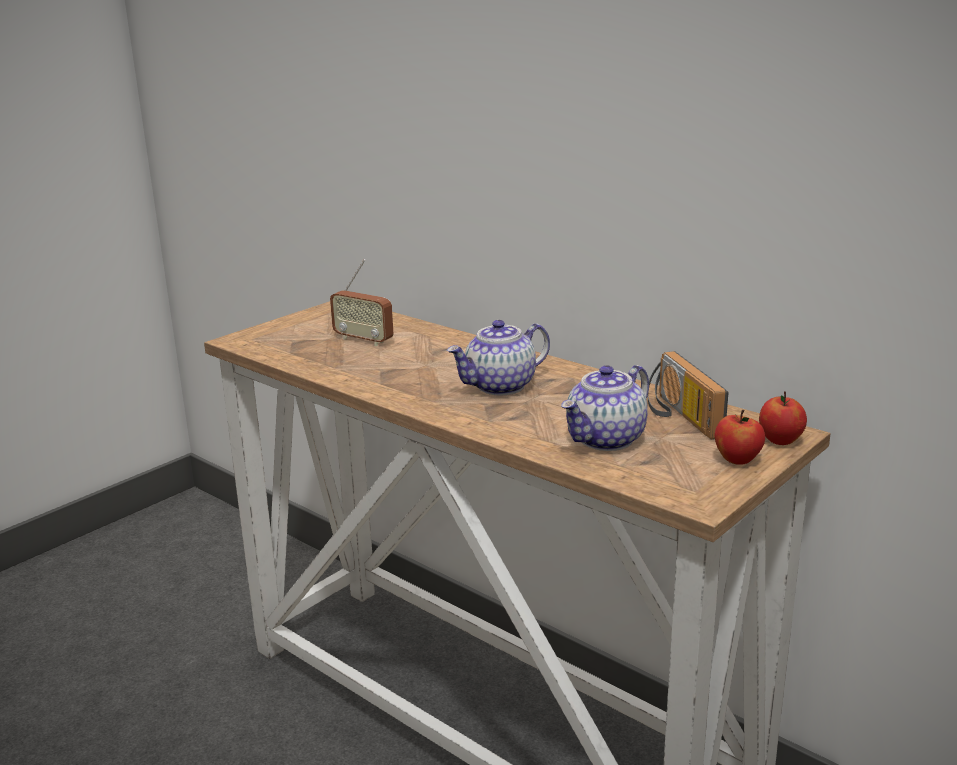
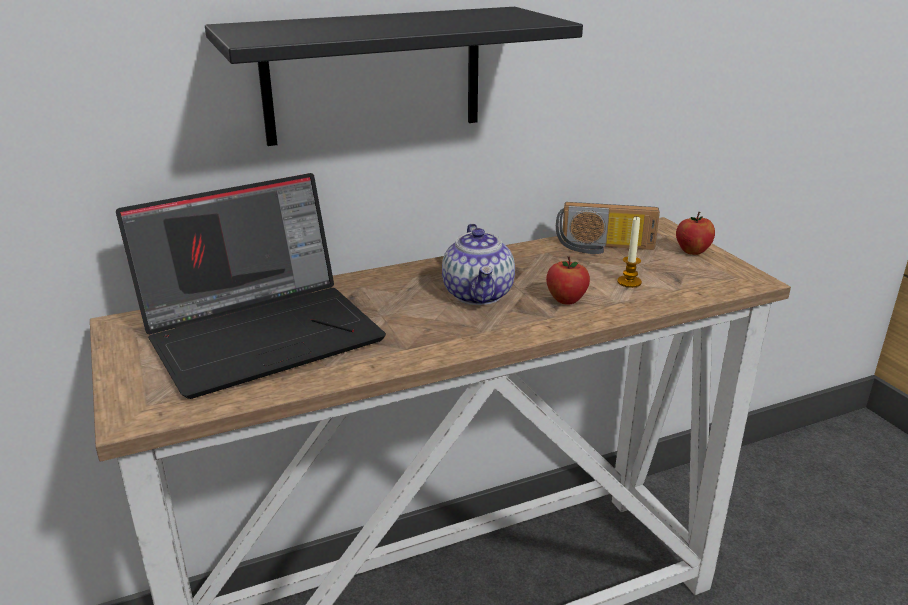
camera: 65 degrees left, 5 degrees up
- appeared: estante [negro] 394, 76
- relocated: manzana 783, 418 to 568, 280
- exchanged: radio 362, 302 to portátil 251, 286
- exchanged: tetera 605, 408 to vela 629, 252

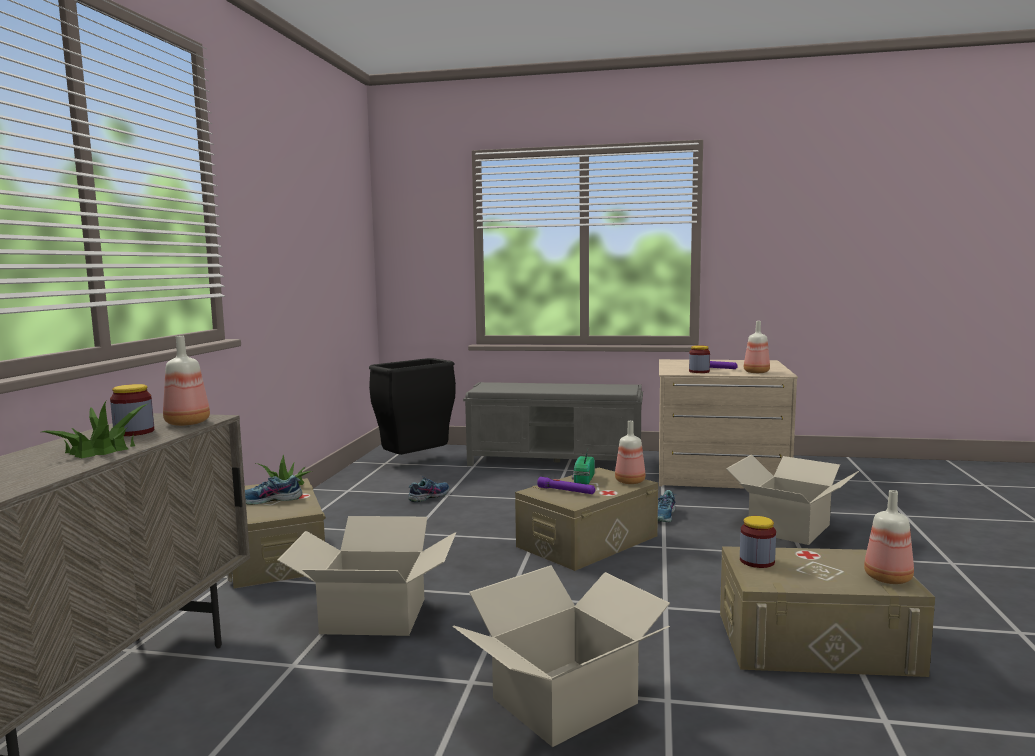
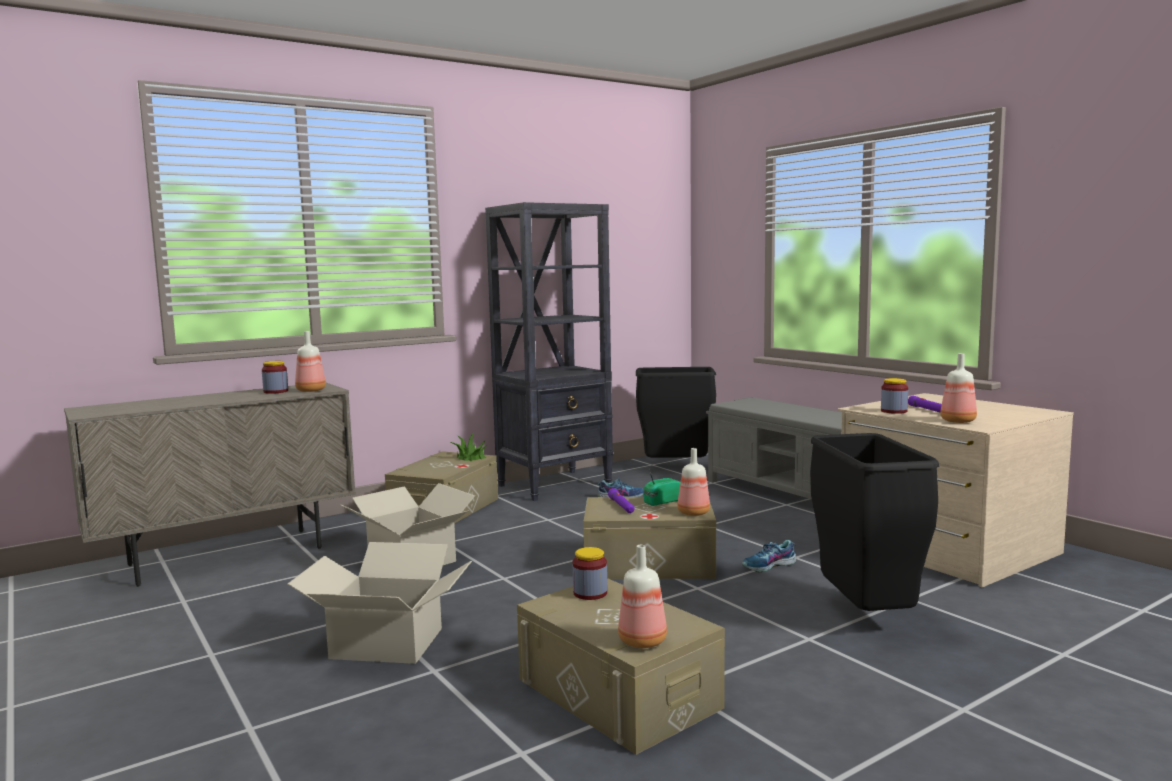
camera: 45 degrees right, 0 degrees up
- missing: planta en maceta 95, 429
- missing: zapato 274, 490
- appeared: estantería [negro] 549, 351
- exchanged: caja de cartón 792, 500 to papelera [negro] 874, 522

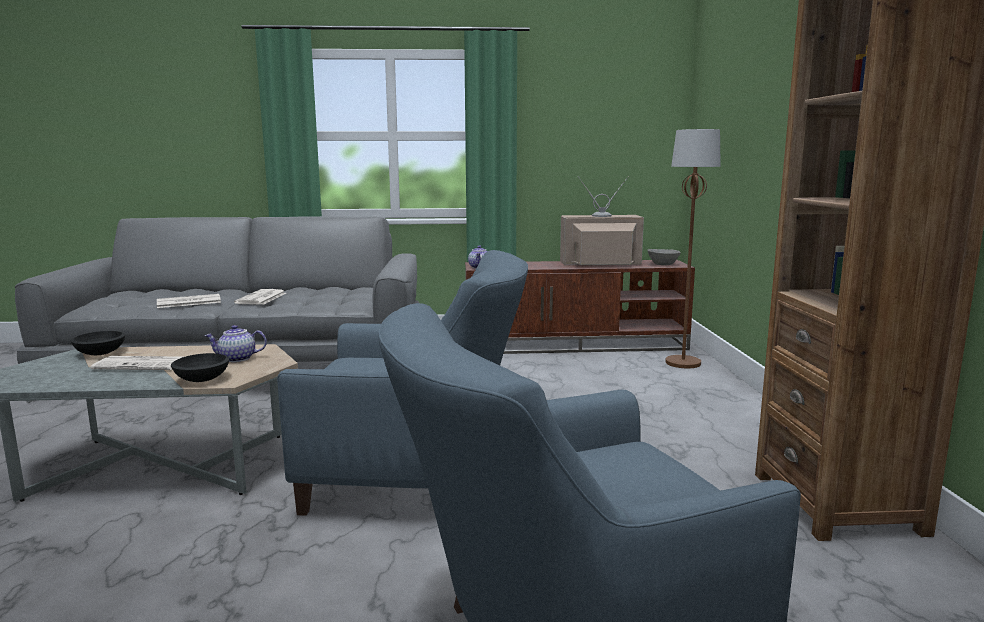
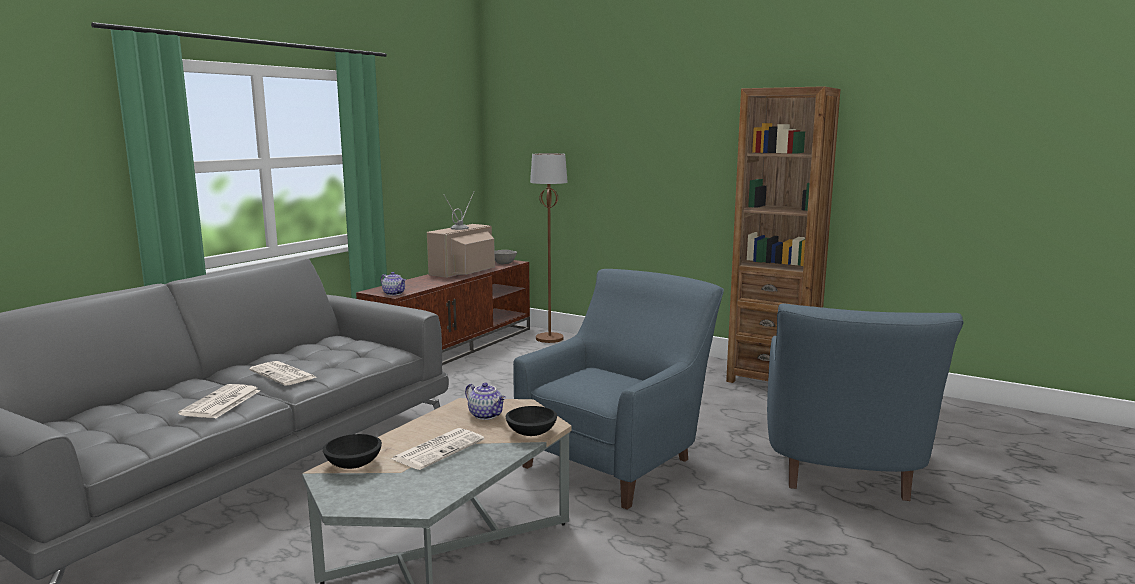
camera: 55 degrees left, 0 degrees up
- spun: tetera 236, 343 = 485, 401 75 degrees counterclockwise

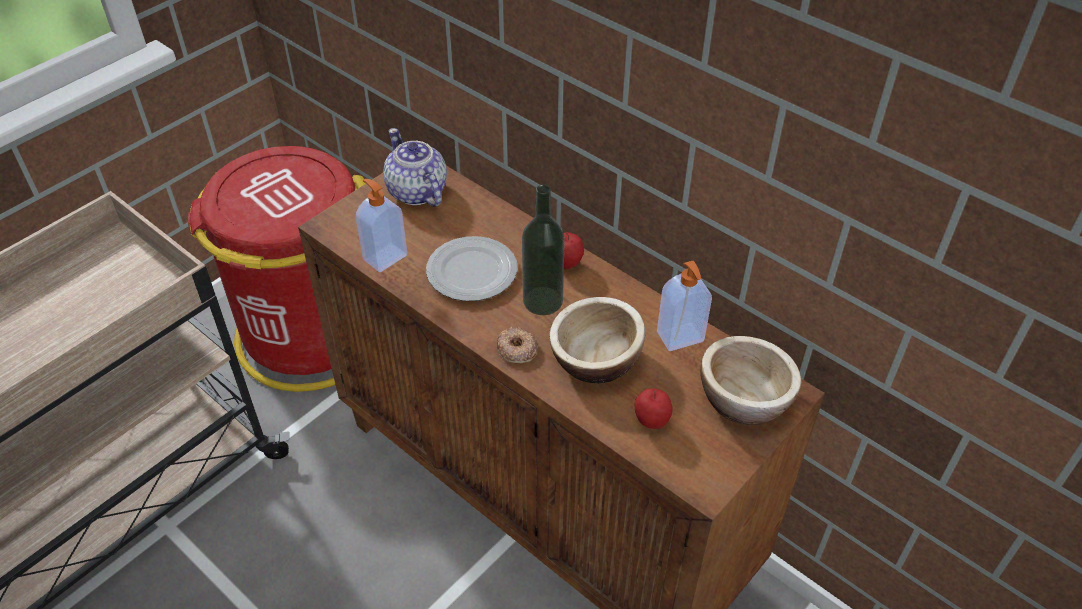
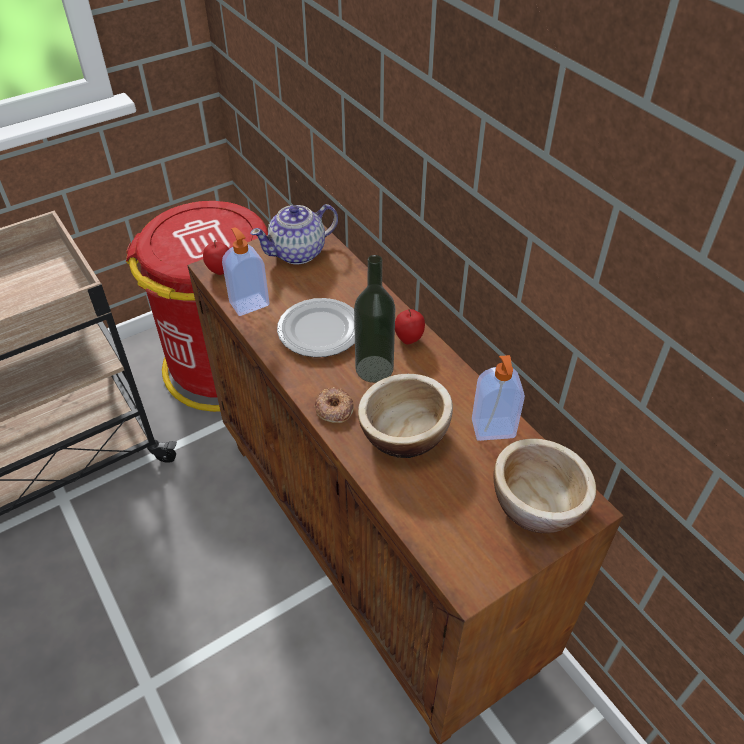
camera: 15 degrees right, 0 degrees up
- relocated: manzana 653, 408 to 216, 257
- spun: tetera 415, 167 = 294, 234 105 degrees counterclockwise

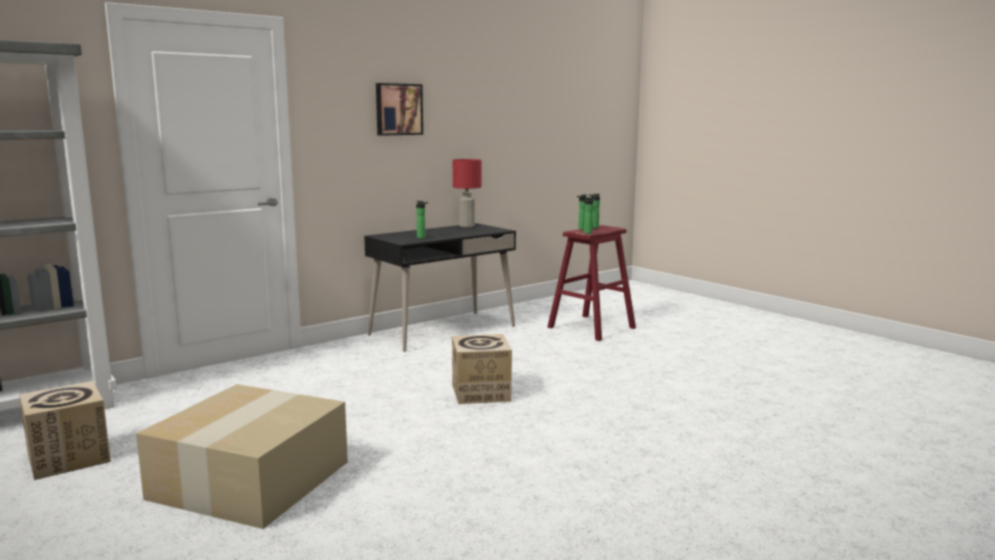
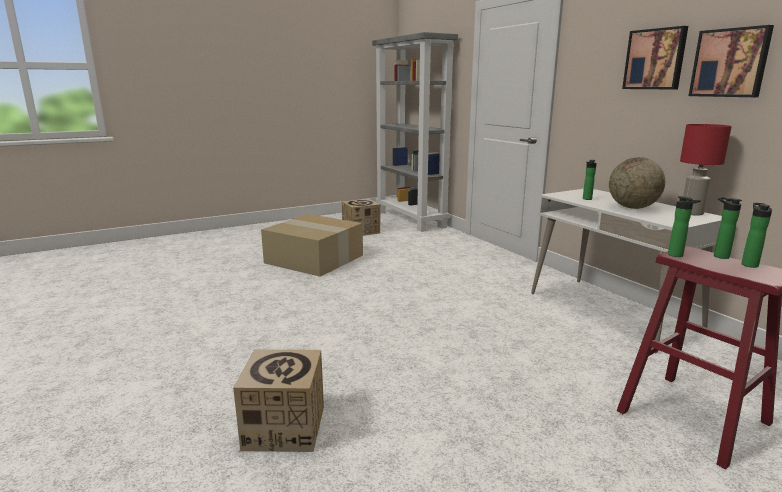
camera: 100 degrees right, 5 degrees up
- appeared: globo terráqueo 637, 183
- appeared: cuadro 731, 61
- relocated: caja de cartón 482, 369 to 278, 400
- colour: escritorio [negro] 440, 287 to escritorio [blanco] 626, 271

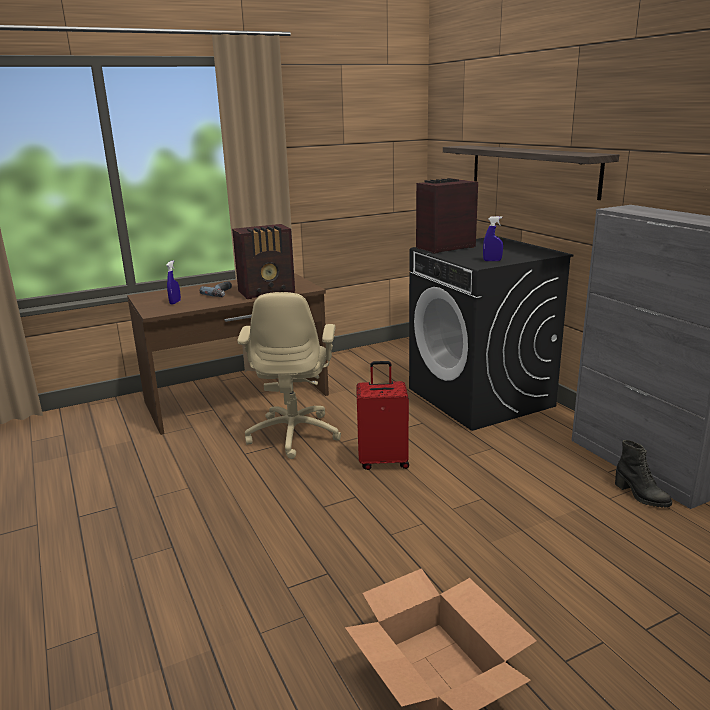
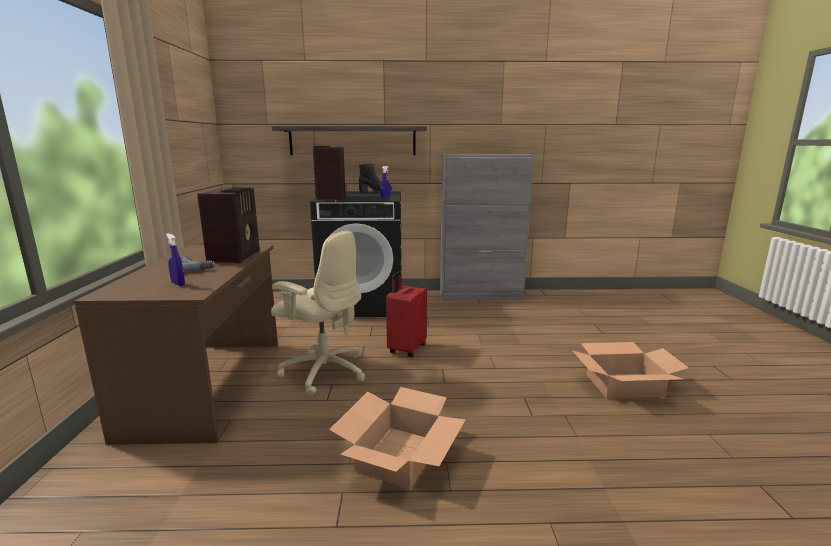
camera: 65 degrees left, 5 degrees down
- appeared: caja de cartón 397, 438
- relocated: bota [negro] 643, 474 to 375, 178

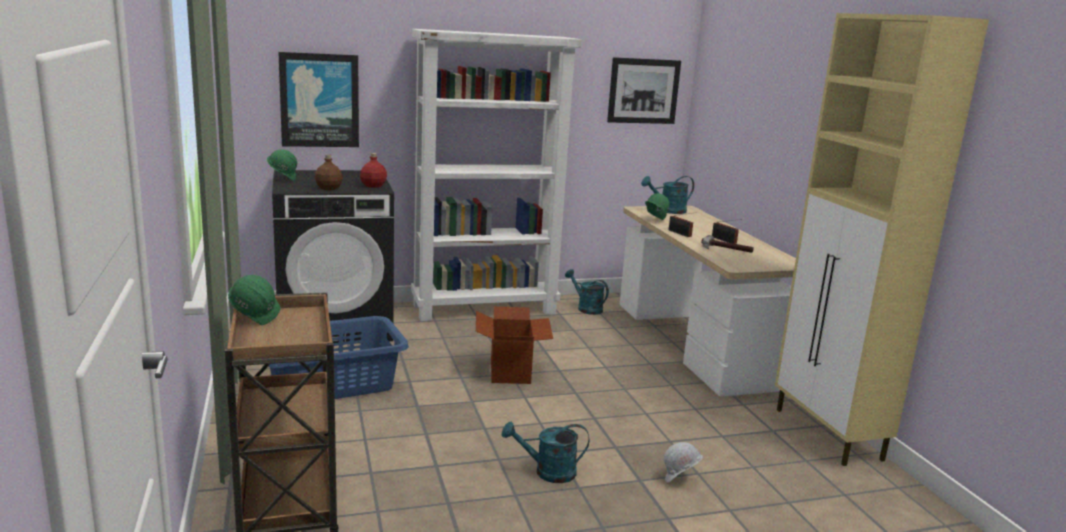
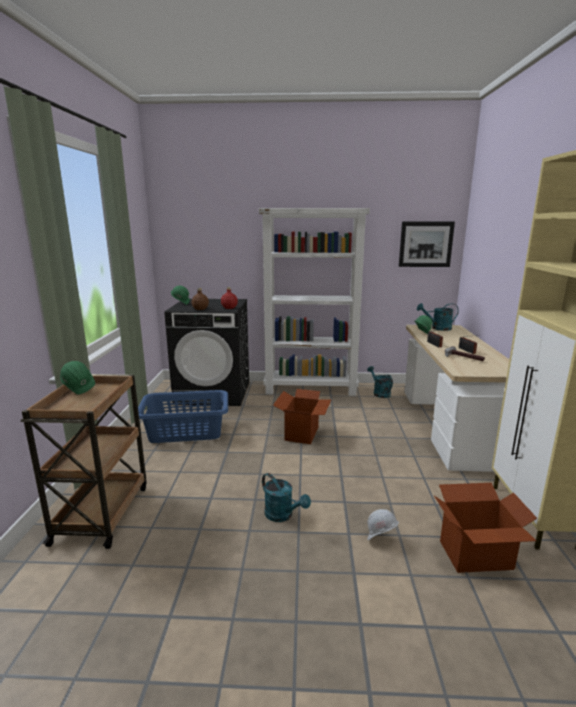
camera: 20 degrees right, 0 degrees up
- missing: cuadro 318, 99
- appeared: caja de cartón 485, 528
- spun: regadera [turquesa] 545, 452 = 286, 497 150 degrees counterclockwise

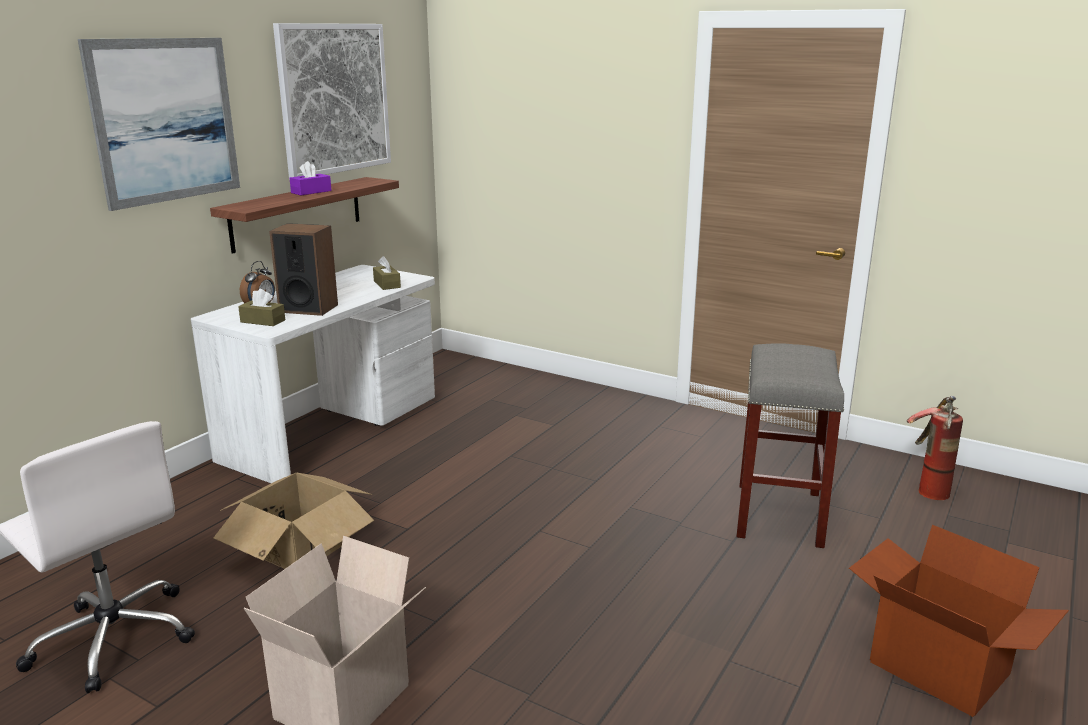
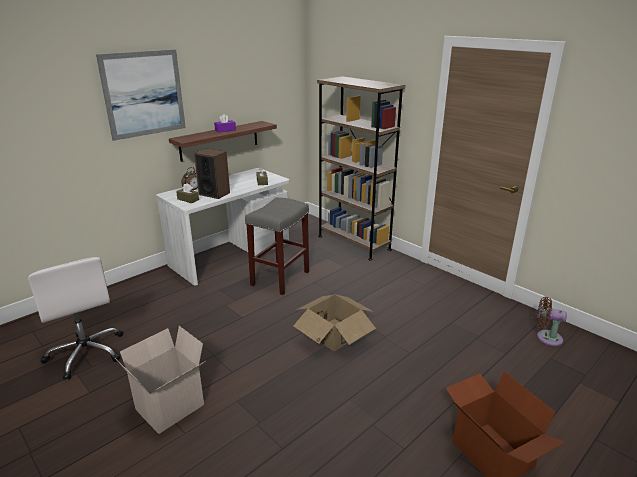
camera: 15 degrees right, 5 degrees up
- missing: cuadro 332, 101
- appeared: estantería [marrón] 361, 168
- relocated: caja de cartón 293, 521 to 334, 322
- relocated: taburete [gris] 790, 445 to 277, 246
- exchanged: extintor 935, 448 to ventilador [marrón] 552, 321

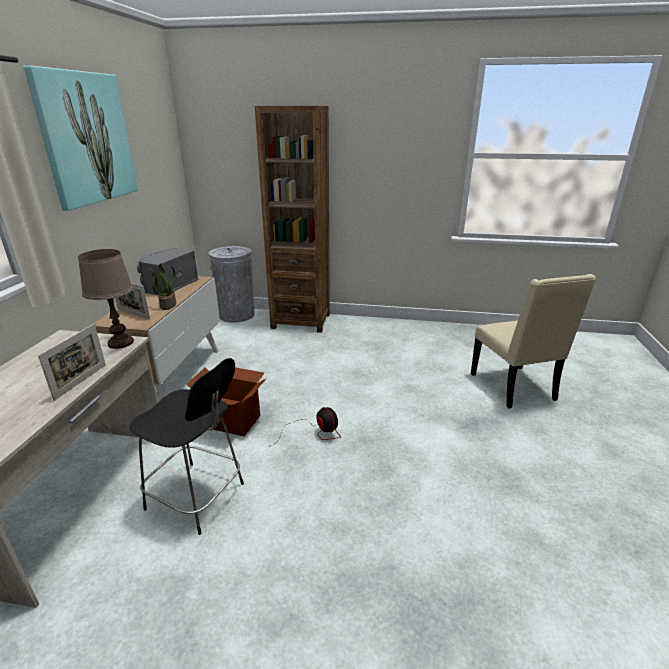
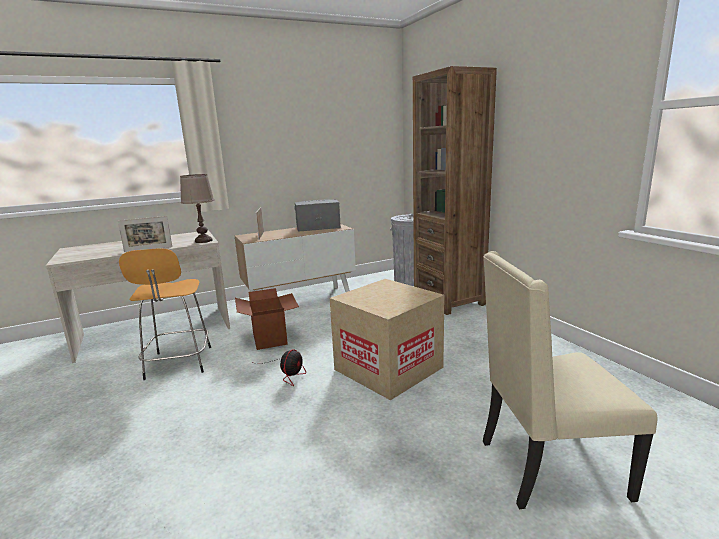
camera: 55 degrees right, 10 degrees down
- missing: cuadro 80, 138
- missing: planta en maceta 162, 286
- appeared: caja de cartón 387, 339
- colour: taburete [negro] 186, 446 to taburete [naranja] 165, 314
- spun: silla [beis] 533, 341 = 570, 380 45 degrees clockwise

